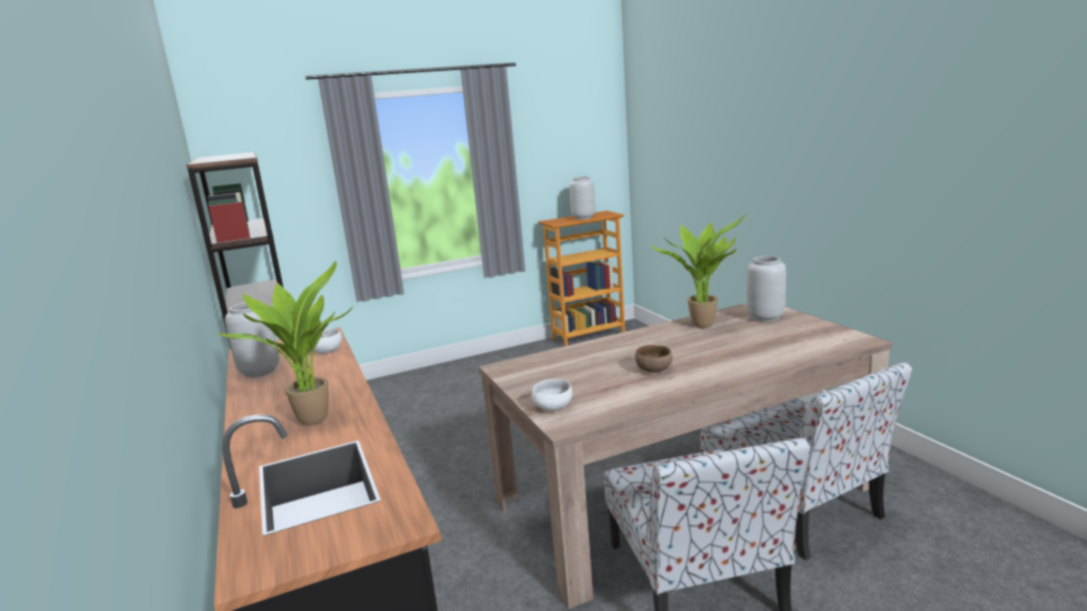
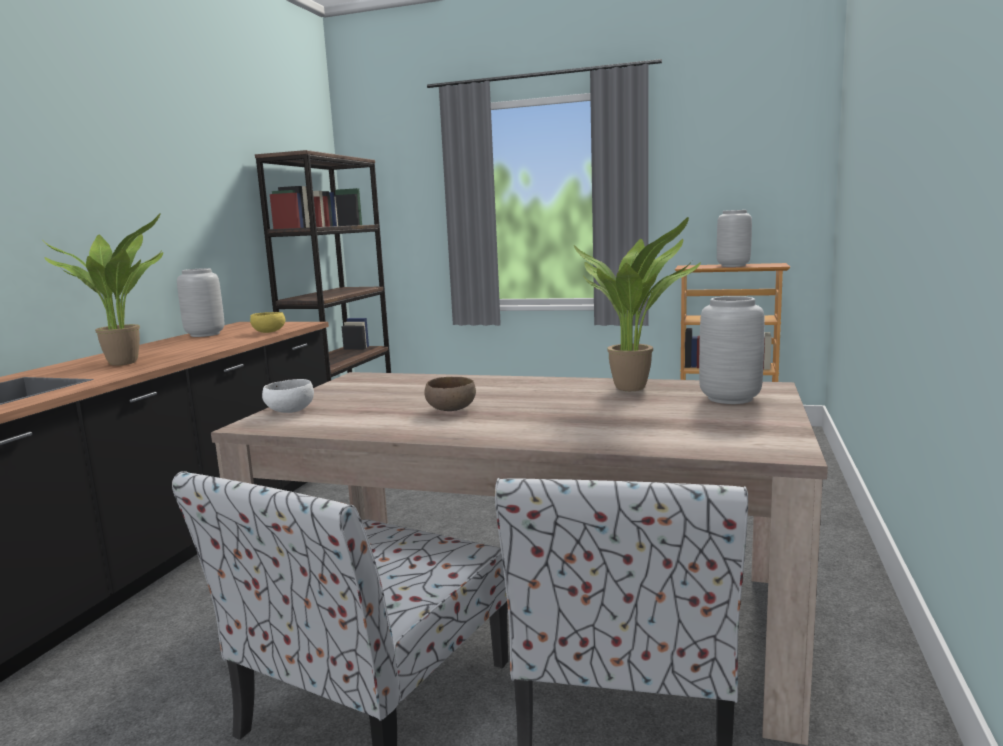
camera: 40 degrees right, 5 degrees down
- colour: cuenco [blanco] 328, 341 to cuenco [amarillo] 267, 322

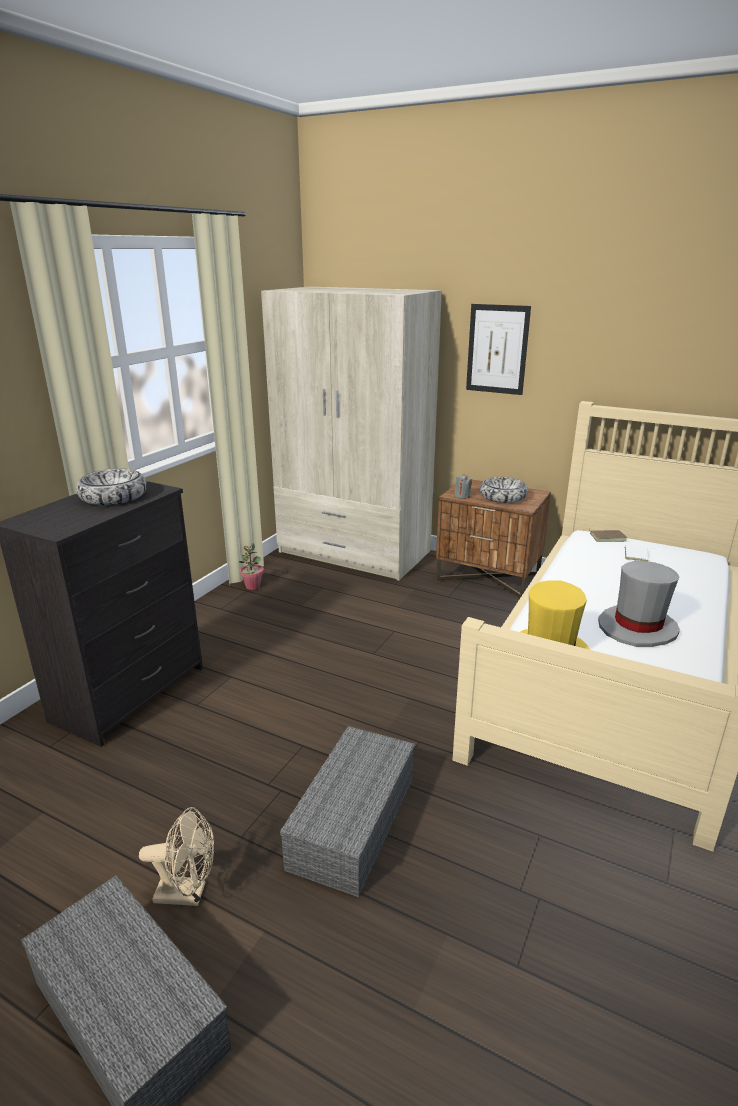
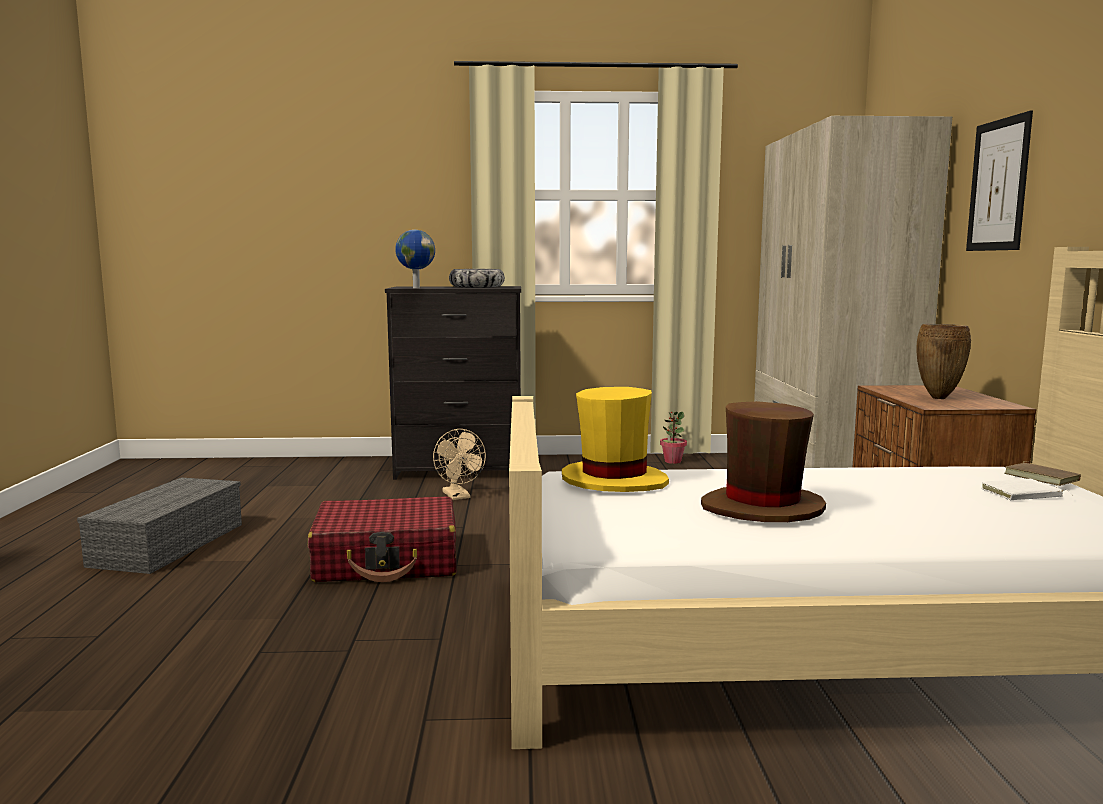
camera: 60 degrees right, 15 degrees down
- missing: vela [gris] 463, 486
- appeared: globo terráqueo 415, 259
- relocated: ventilador [beis] 176, 856 to 459, 464
- exchanged: caja de almacenaje [gris] 347, 811 to maleta [rojo] 382, 539
- exchanged: cuenco 504, 490 to florero [marrón] 943, 361
- colour: sombrero [gris] 639, 604 to sombrero [marrón] 763, 461

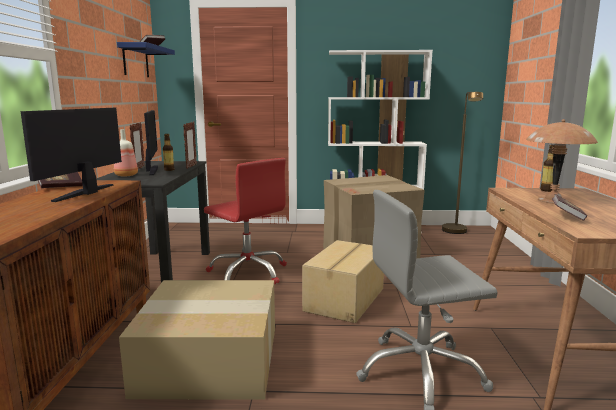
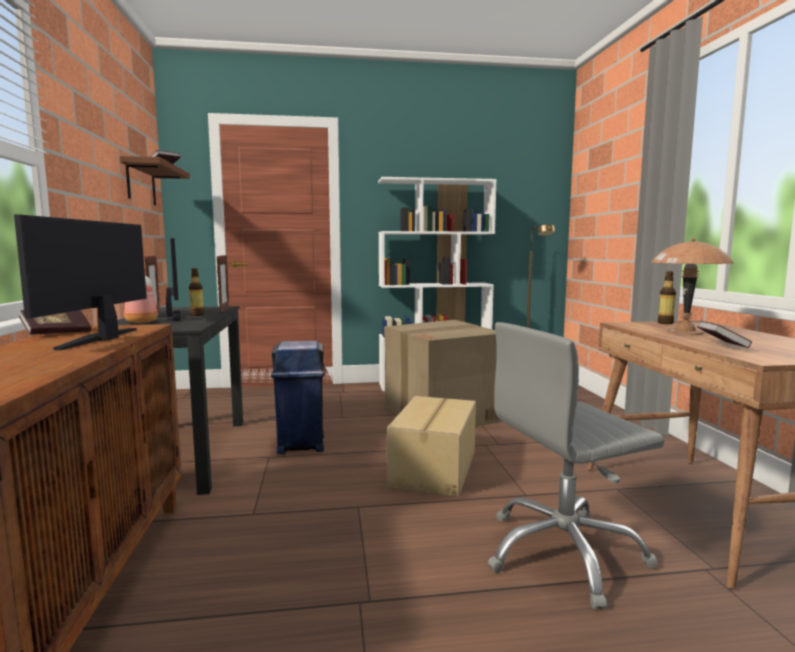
camera: 10 degrees left, 5 degrees down
- missing: caja de cartón 197, 339
- exchanged: silla de oficina [rojo] 245, 221 to papelera [azul] 298, 397
- colour: estante [azul] 146, 59 to estante [marrón] 155, 180

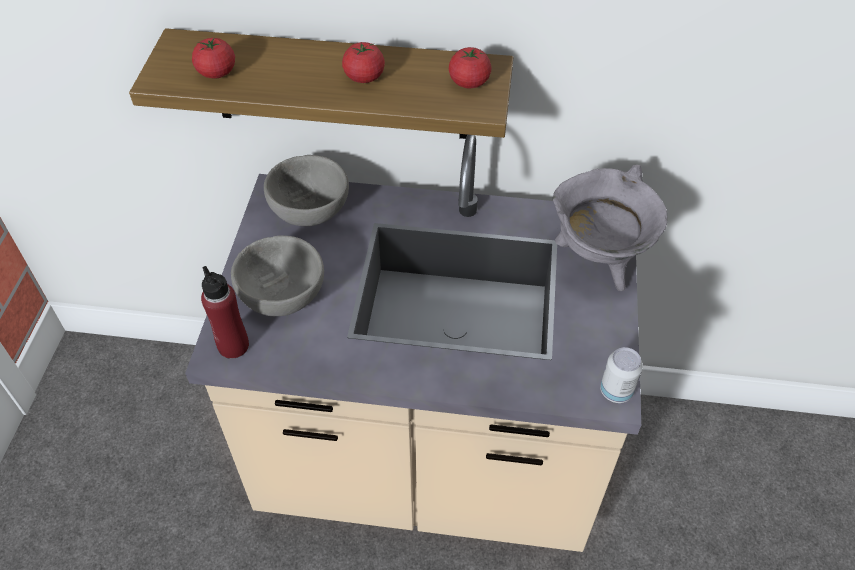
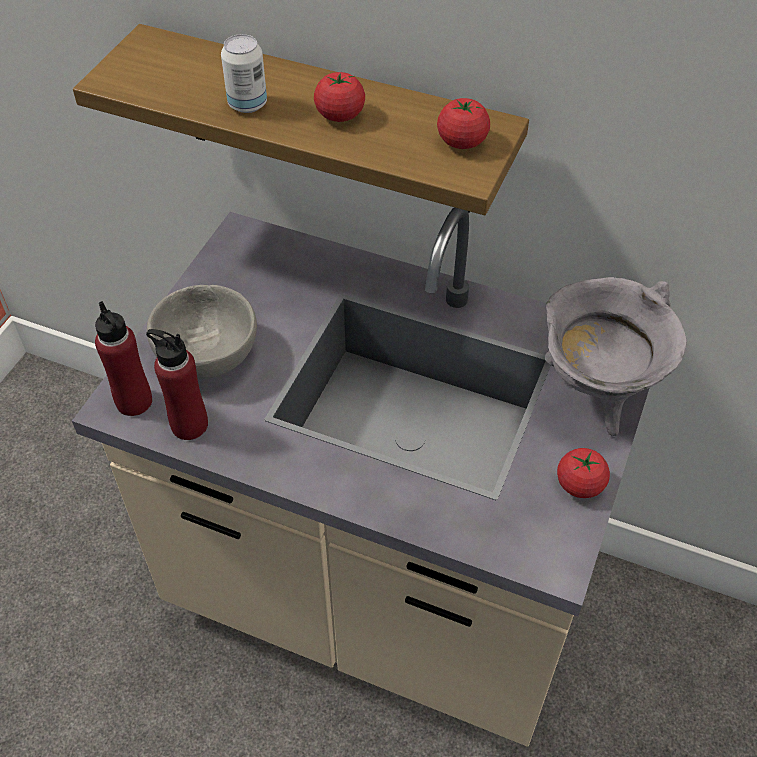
camera: 15 degrees right, 0 degrees up
- missing: cuenco [gris] 306, 190
- appeared: botella [rojo] 177, 384
- relocated: tomate 213, 58 to 583, 473
- relocated: lata 621, 375 to 244, 73

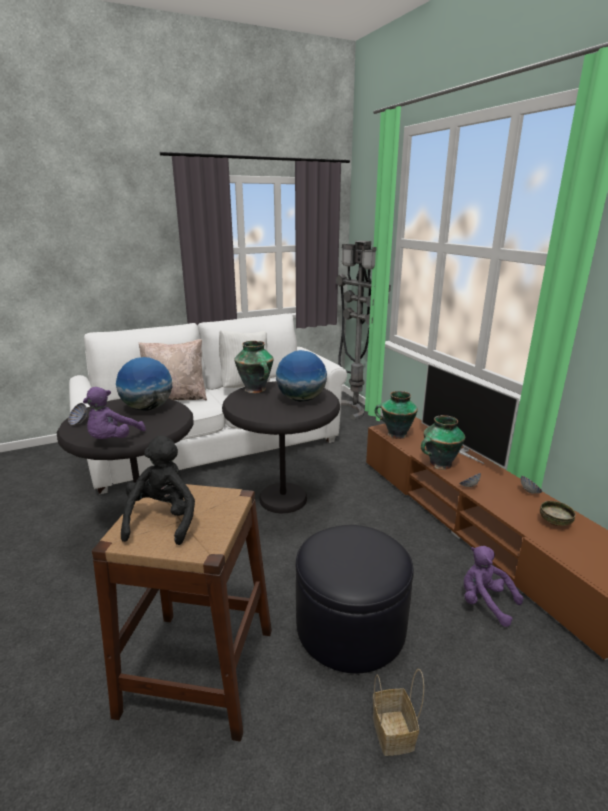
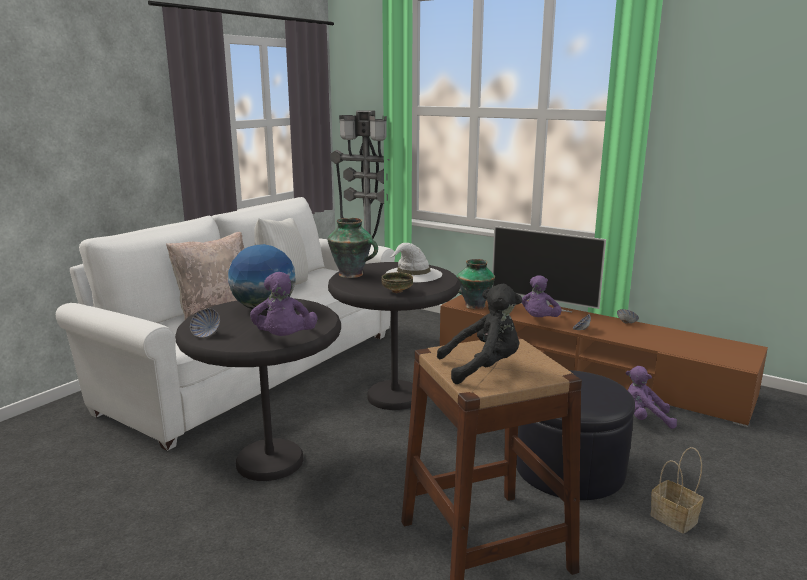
camera: 30 degrees left, 5 degrees down
- relocated: cuenco 558, 513 to 397, 282
- exchanged: globo terráqueo 301, 376 to sombrero [blanco] 413, 263
- exchanged: florero 443, 442 to peluche [morado] 541, 296
- spun: peluche [negro] 158, 490 = 479, 334 105 degrees clockwise

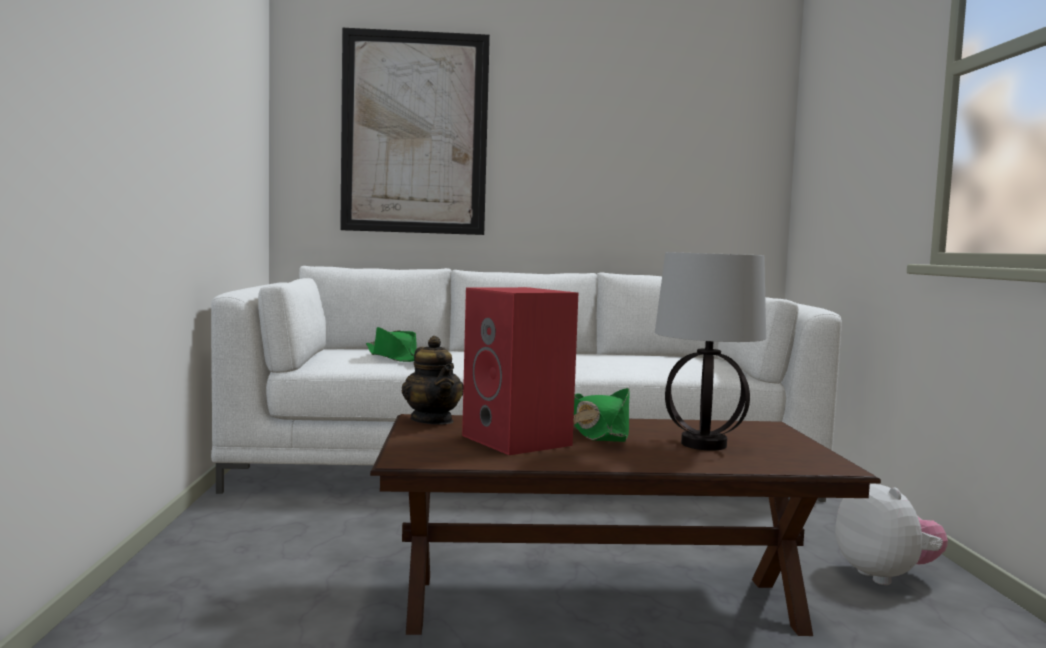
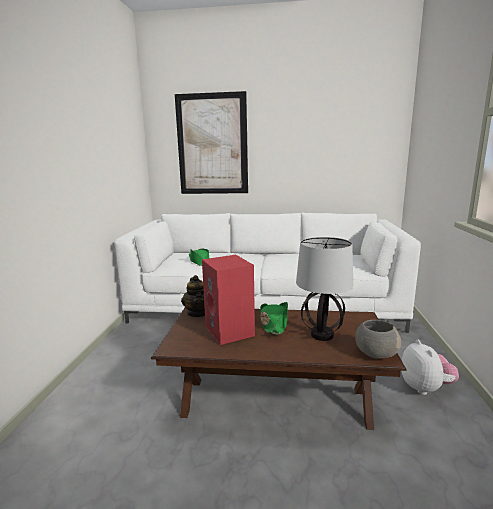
camera: 10 degrees right, 10 degrees up
- appeared: cuenco [gris] 378, 339

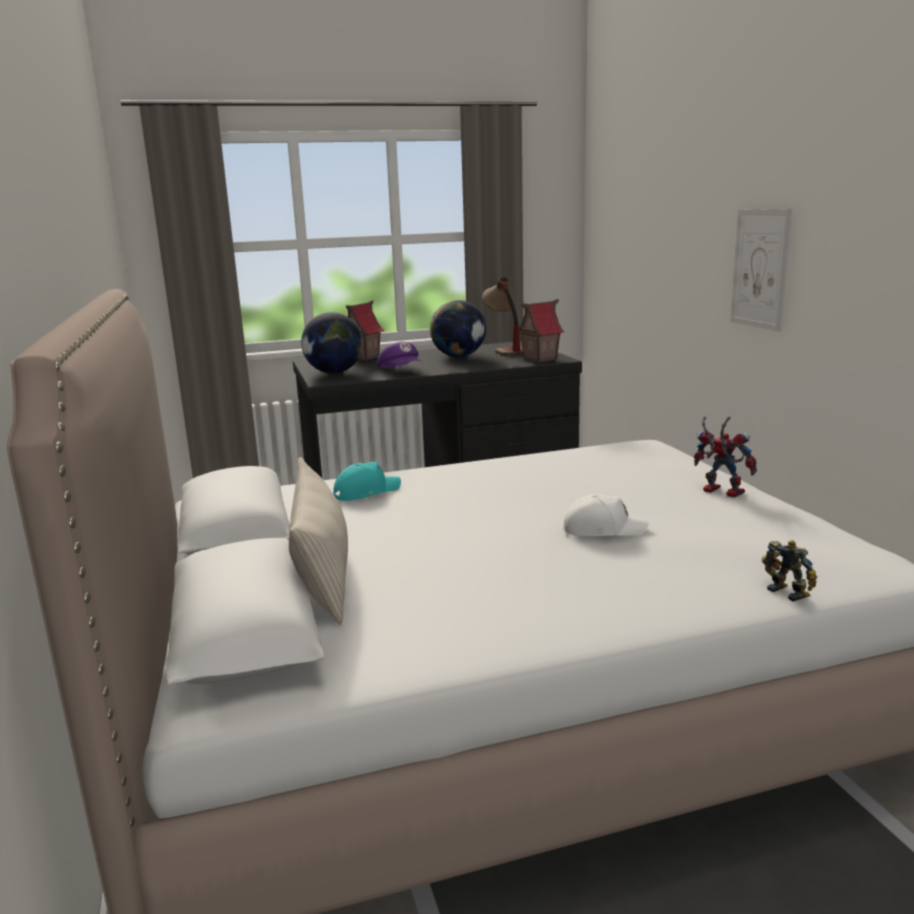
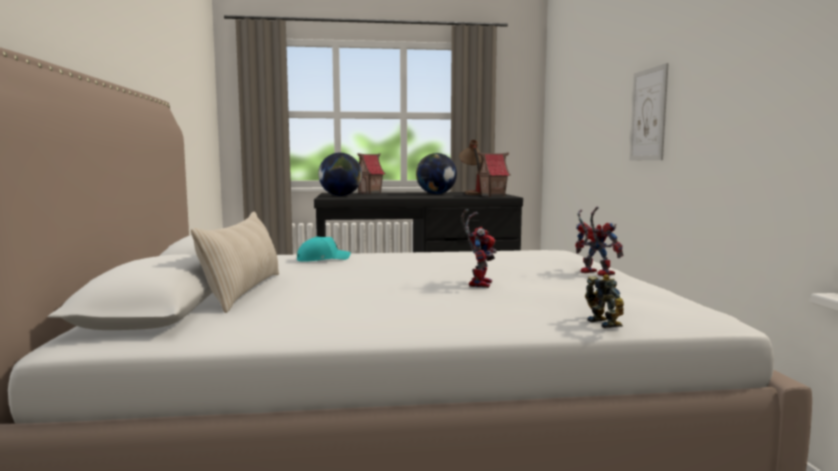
camera: 10 degrees right, 10 degrees down
- missing: gorra [morado] 399, 355
- exchanged: gorra [blanco] 606, 515 to robot de juguete 479, 248

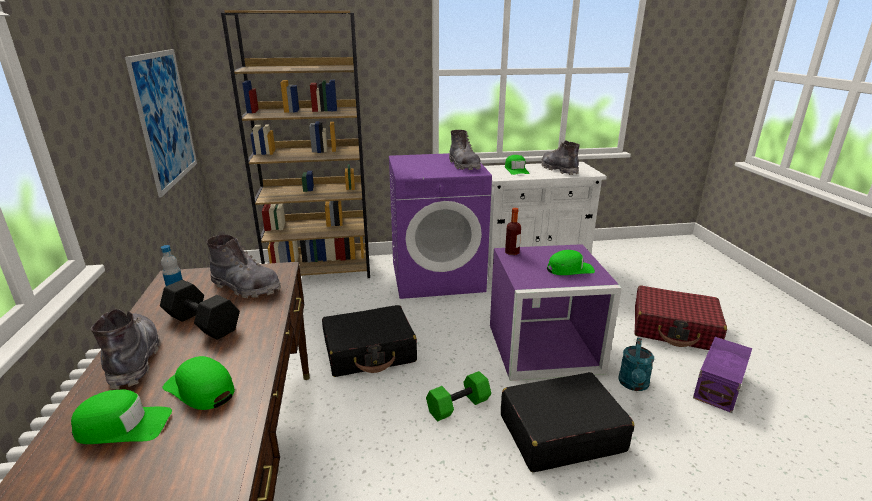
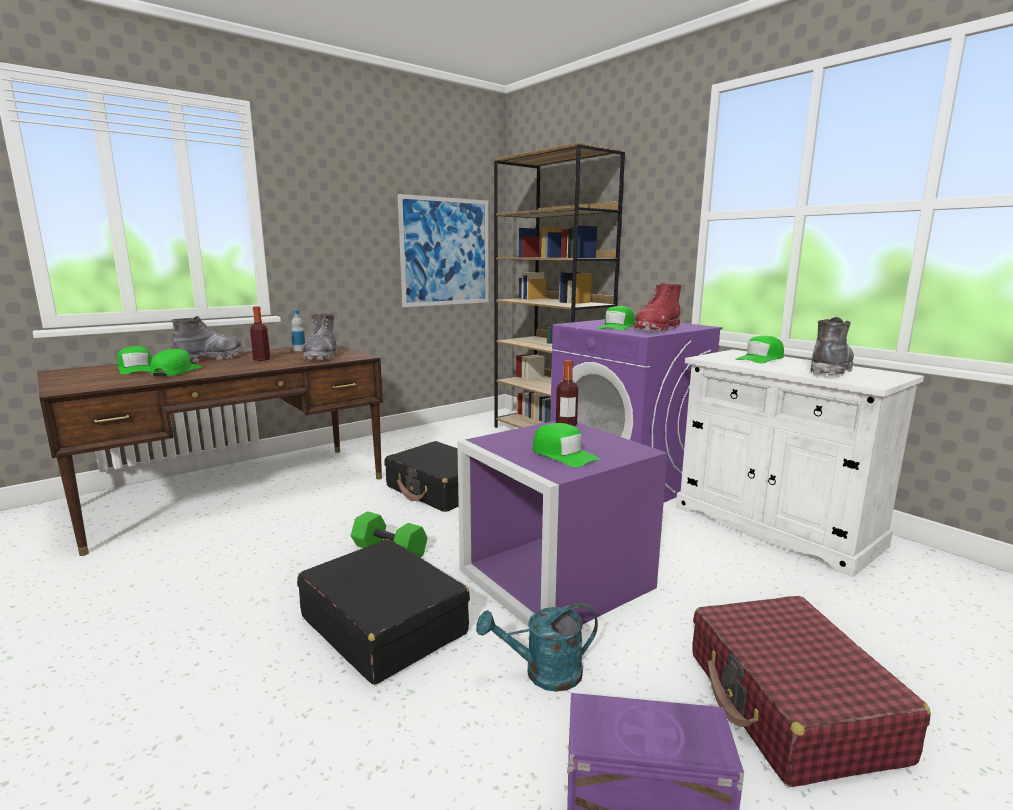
camera: 60 degrees right, 10 degrees down
- appeared: gorra [verde] 616, 318
- exchanged: mancuerna [negro] 200, 310 to botella 260, 333
- colour: bota [gris] 465, 150 to bota [rojo] 657, 307

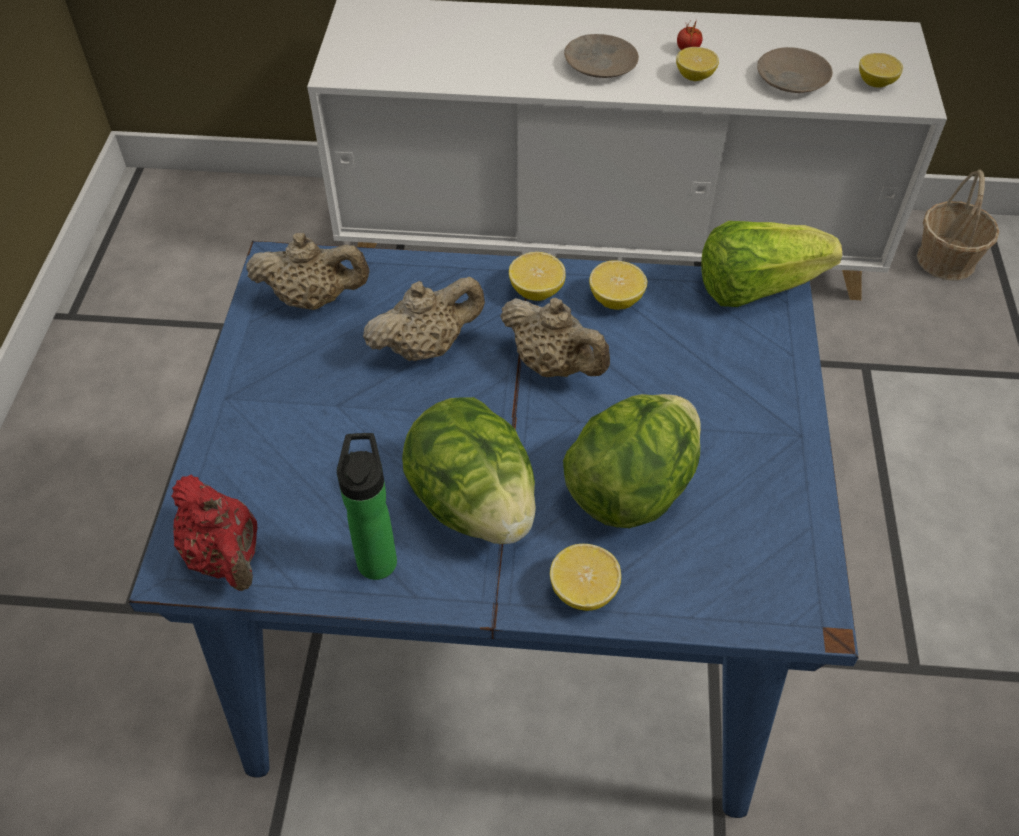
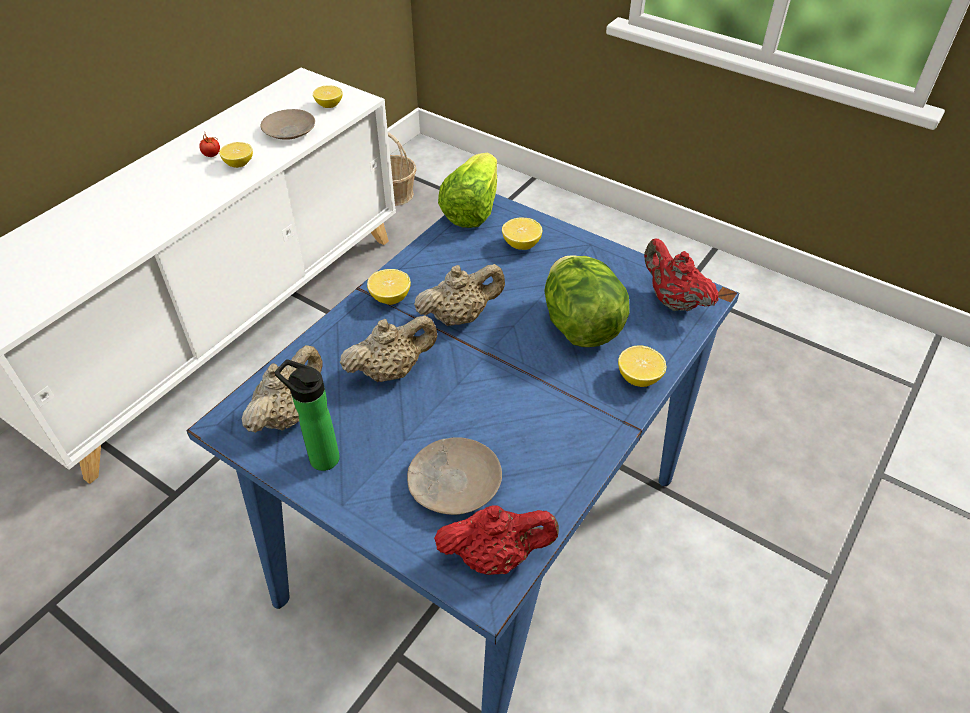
camera: 60 degrees left, 5 degrees down
- missing: lechuga 469, 470
- appeared: tetera [rojo] 681, 275
- relocated: botella 367, 506 to 307, 415
- relocated: plato [beis] 601, 56 to 454, 476
- relocated: limón 618, 285 to 522, 234
- spun: tetera [beis] 424, 319 = 388, 348 60 degrees clockwise

